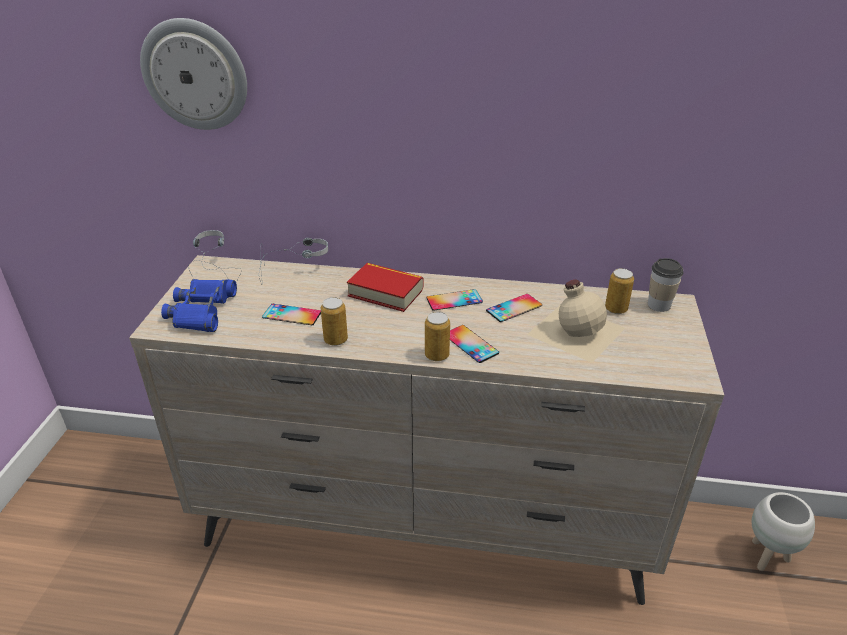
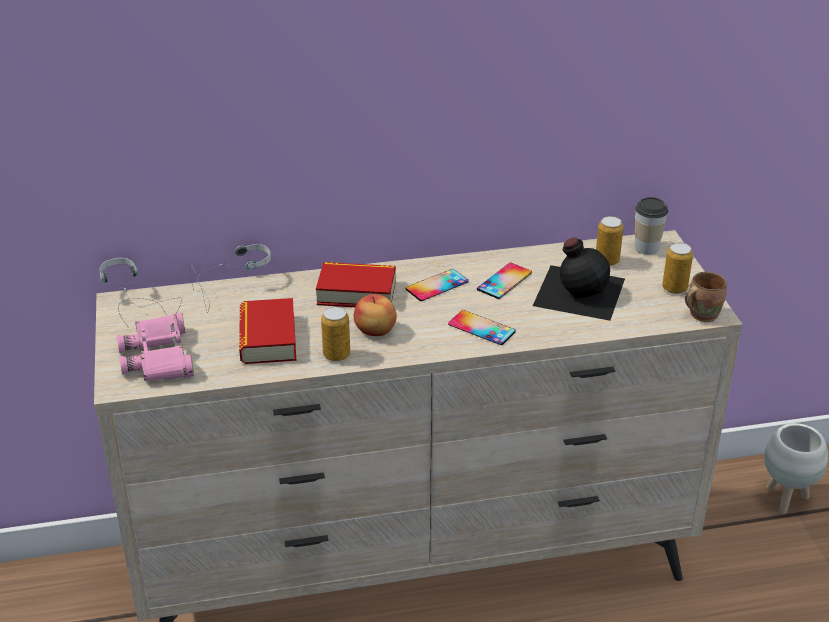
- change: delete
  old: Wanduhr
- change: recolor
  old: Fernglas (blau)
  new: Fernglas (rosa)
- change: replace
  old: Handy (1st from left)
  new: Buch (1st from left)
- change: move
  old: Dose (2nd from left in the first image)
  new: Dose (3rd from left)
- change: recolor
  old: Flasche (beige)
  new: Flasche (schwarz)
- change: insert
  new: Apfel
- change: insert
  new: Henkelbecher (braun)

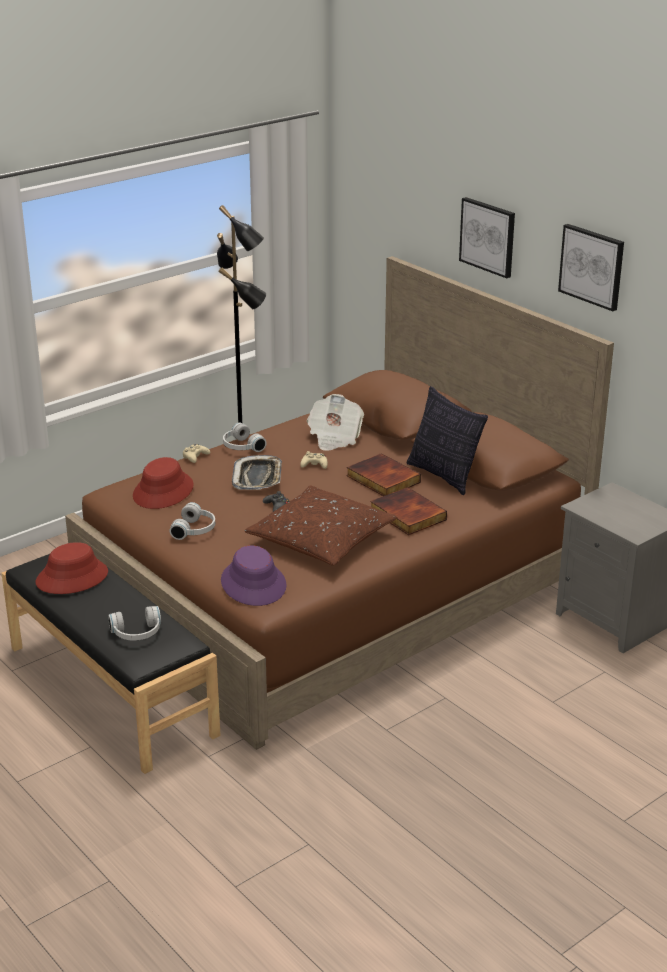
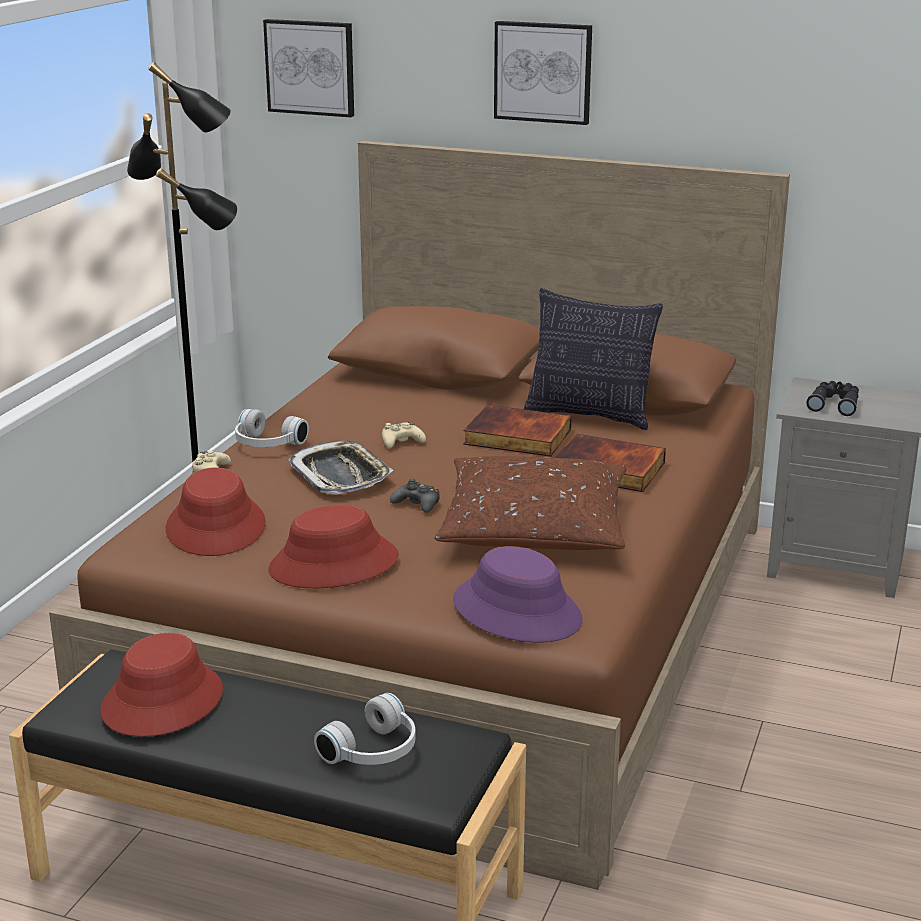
- change: replace
  old: Kopfhörer (weiß) (2nd from left)
  new: Hut (rot) (3rd from left)
- change: delete
  old: Zeitung
- change: move
  old: Bild (2nd from left in the first image)
  new: Bild (1st from left)
- change: insert
  new: Fernglas (schwarz)

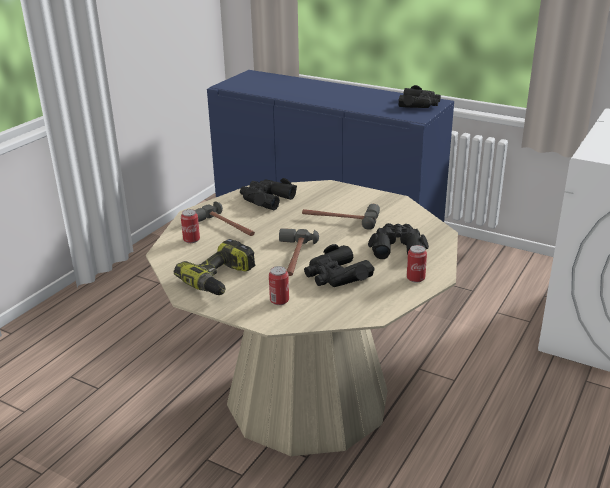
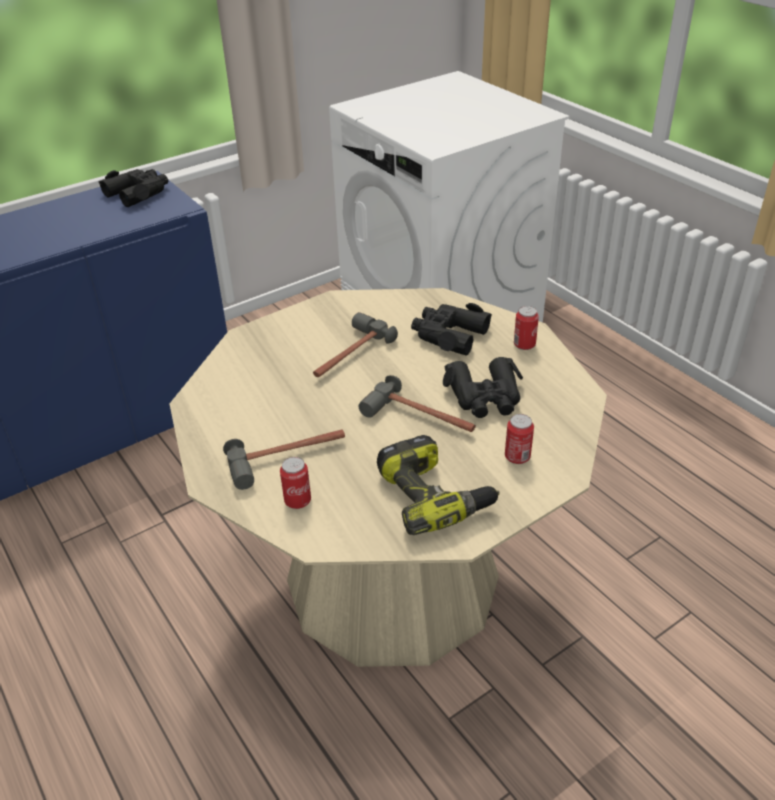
- change: delete
  old: Fernglas (schwarz) (1st from left)

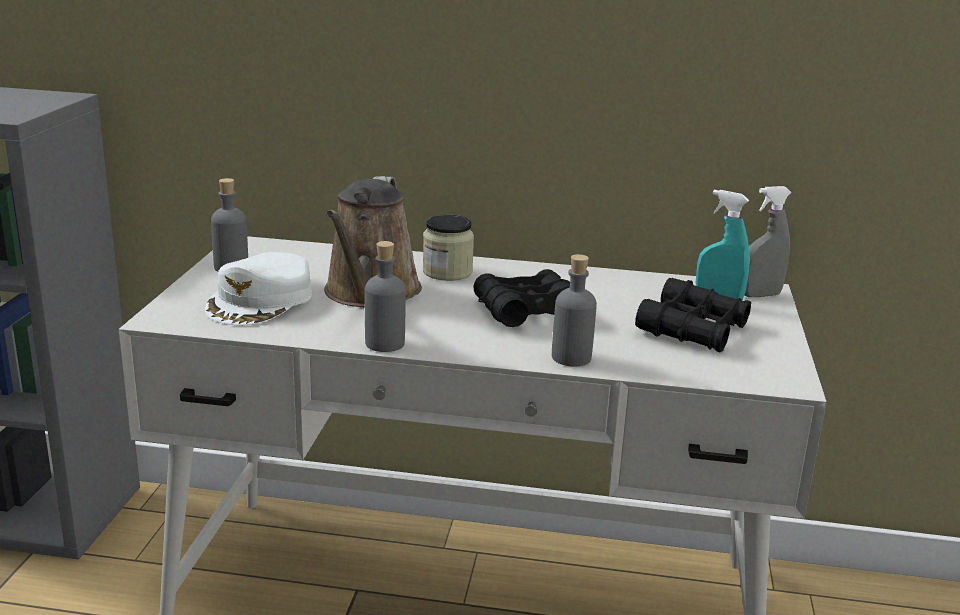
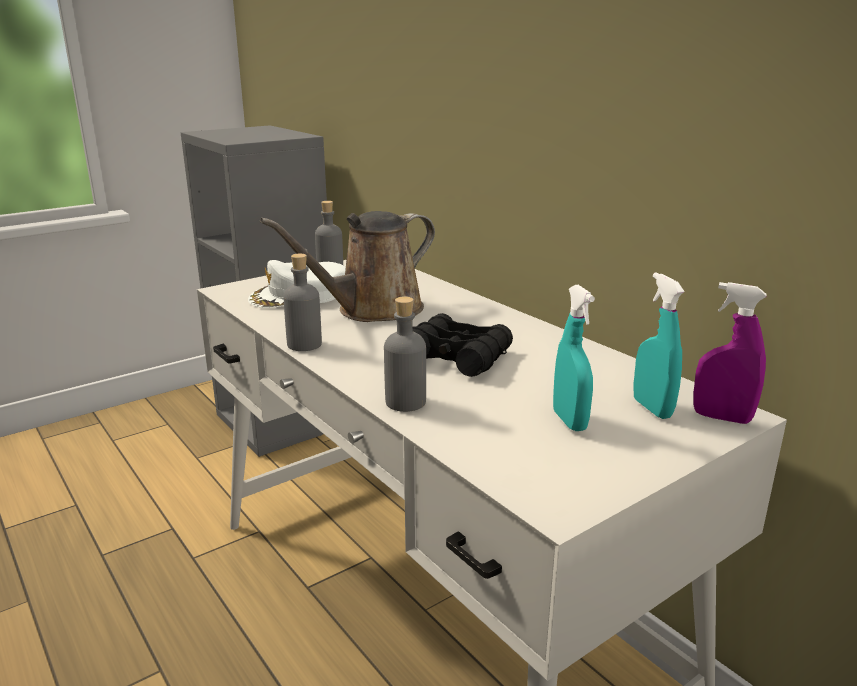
- change: delete
  old: Vorratsglas
- change: replace
  old: Fernglas (schwarz) (2nd from left)
  new: Sprühflasche (türkis) (1st from left)
- change: recolor
  old: Sprühflasche (grau)
  new: Sprühflasche (lila)

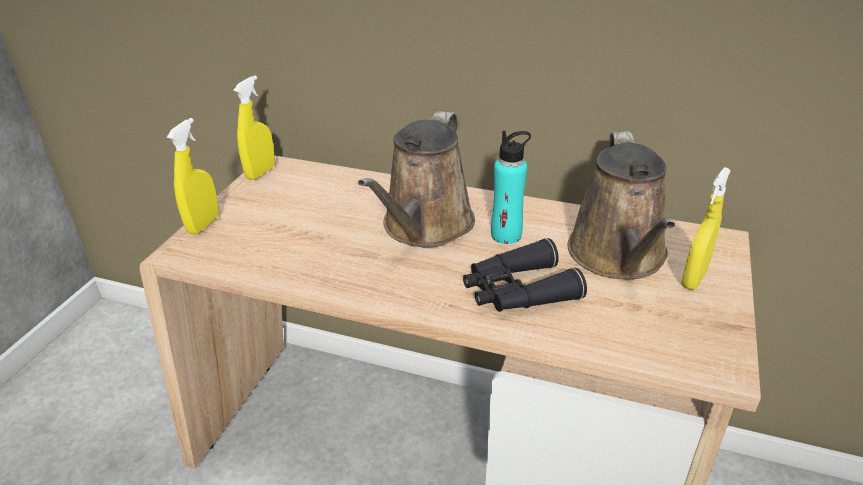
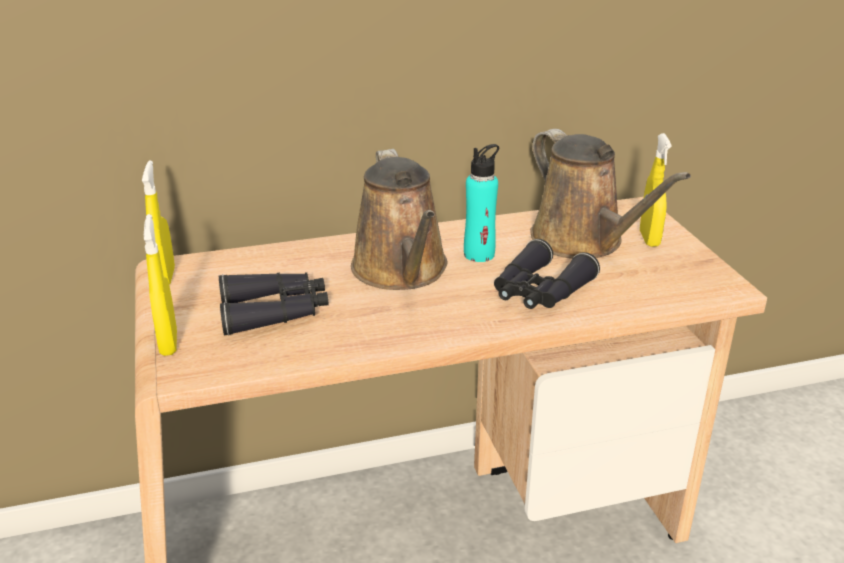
- change: insert
  new: Fernglas (schwarz) (1st from left)

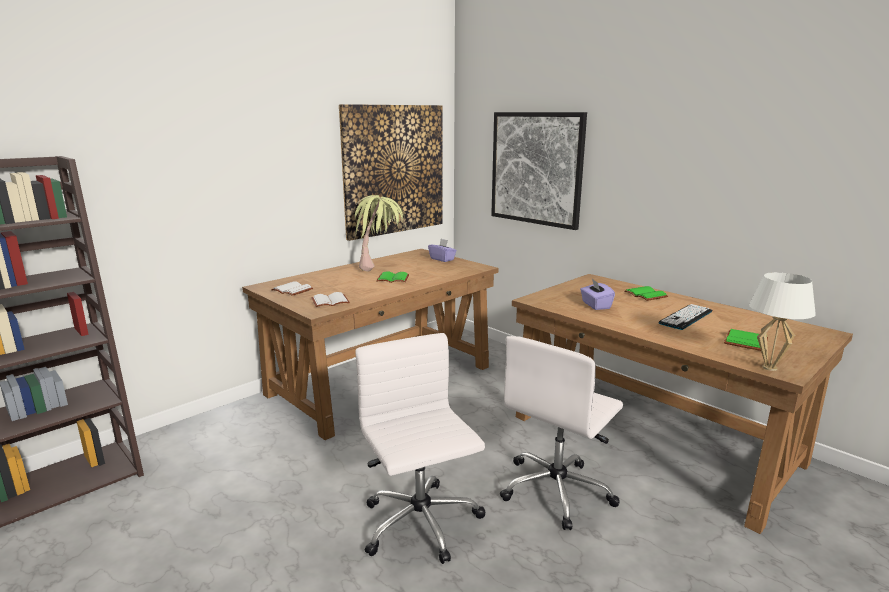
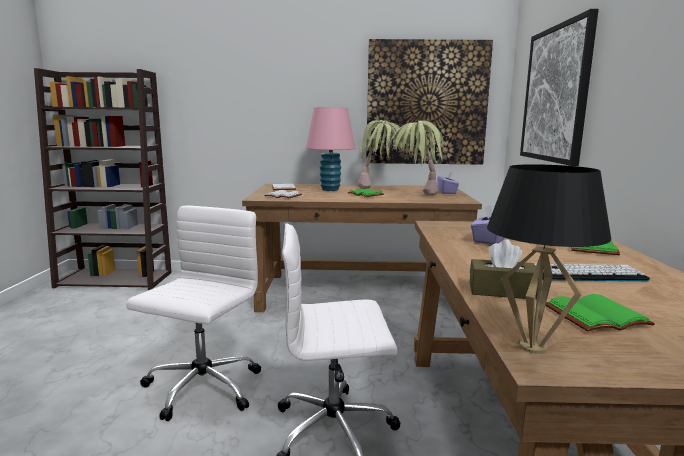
- change: recolor
  old: Tischlampe (weiß)
  new: Tischlampe (schwarz)
- change: insert
  new: Tischlampe (rosa)
- change: insert
  new: Topfpflanze (2nd from left)
- change: insert
  new: Taschentuchbox (braun)

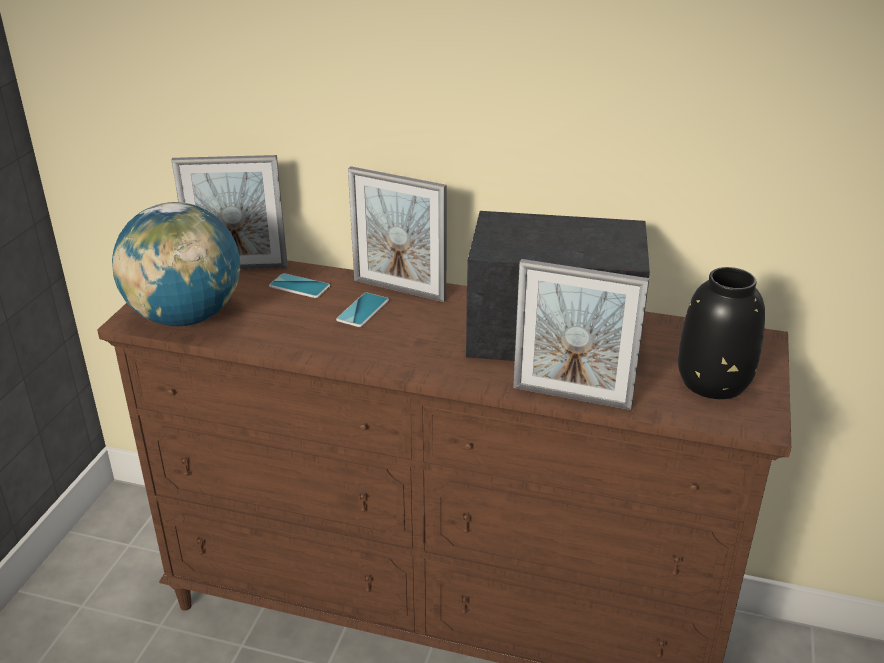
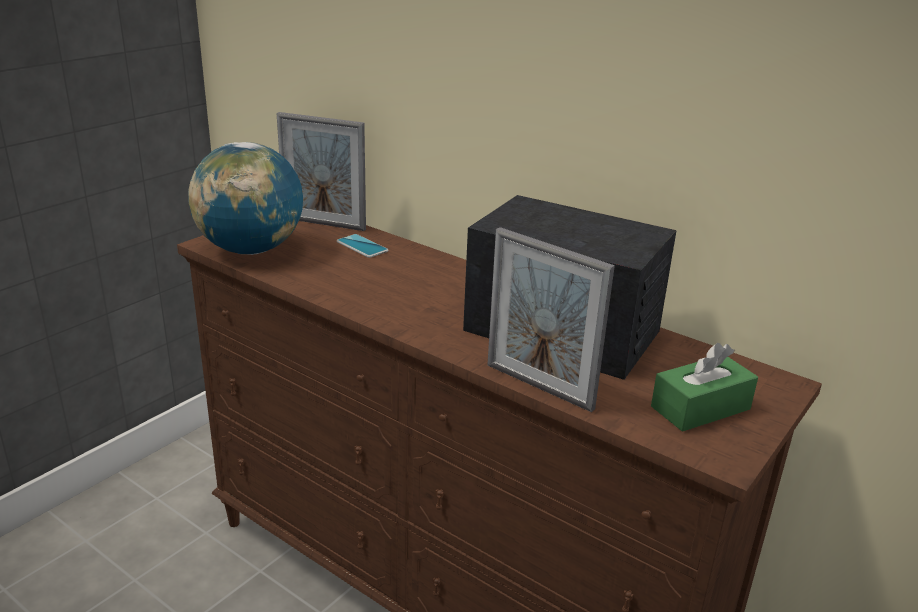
- change: delete
  old: Handy (2nd from left)
- change: delete
  old: Bilderrahmen (2nd from left)
- change: replace
  old: Vase (schwarz)
  new: Taschentuchbox (grün)

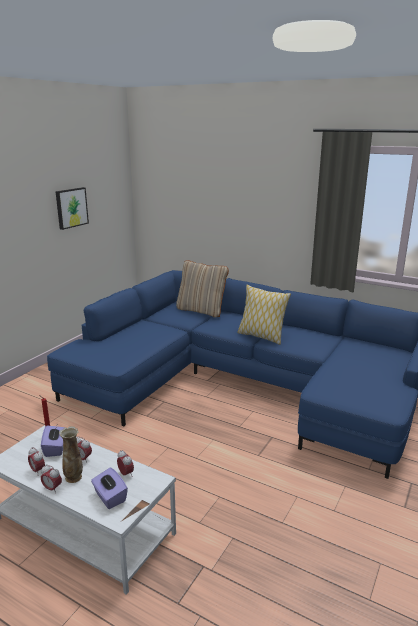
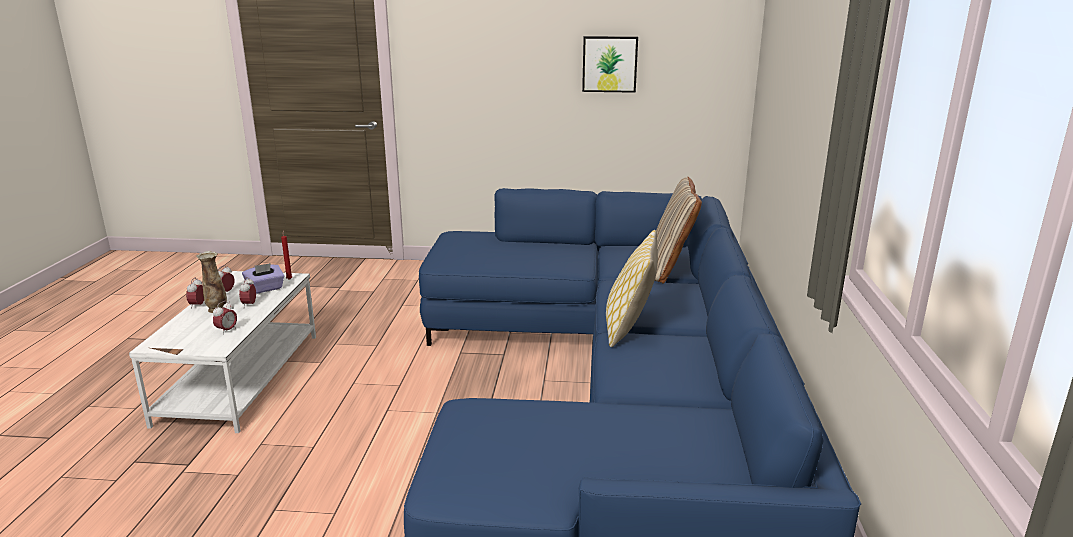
- change: delete
  old: Taschentuchbox (lila) (2nd from left)

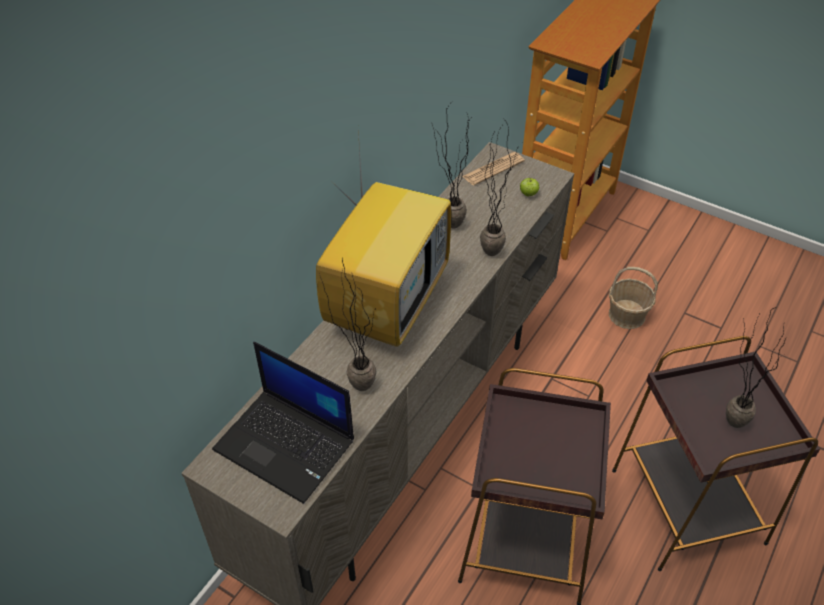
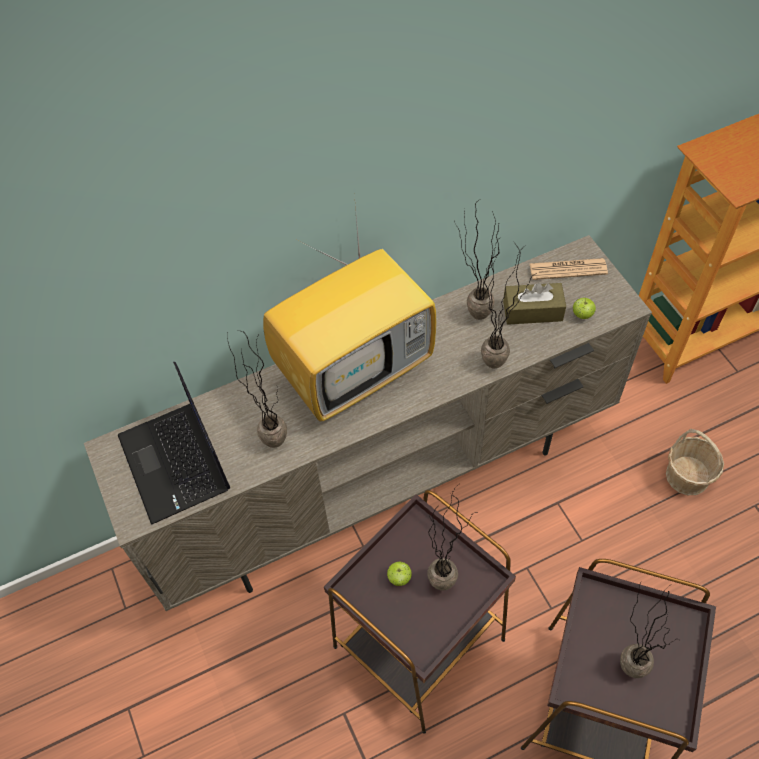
- change: insert
  new: Apfel (1st from left)
- change: insert
  new: Topfpflanze (2nd from left)
- change: insert
  new: Taschentuchbox (braun)

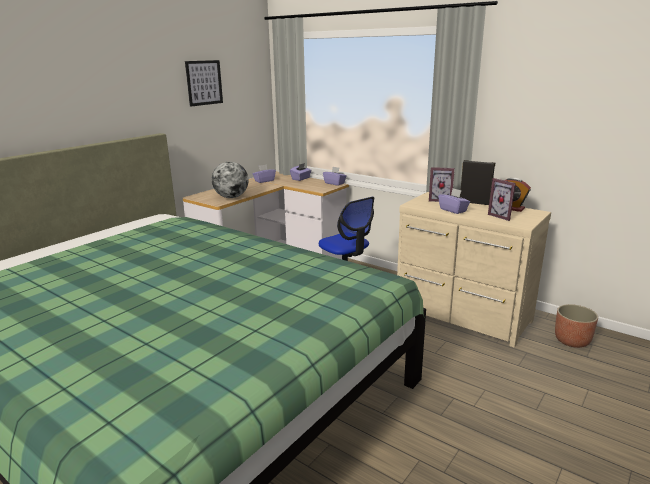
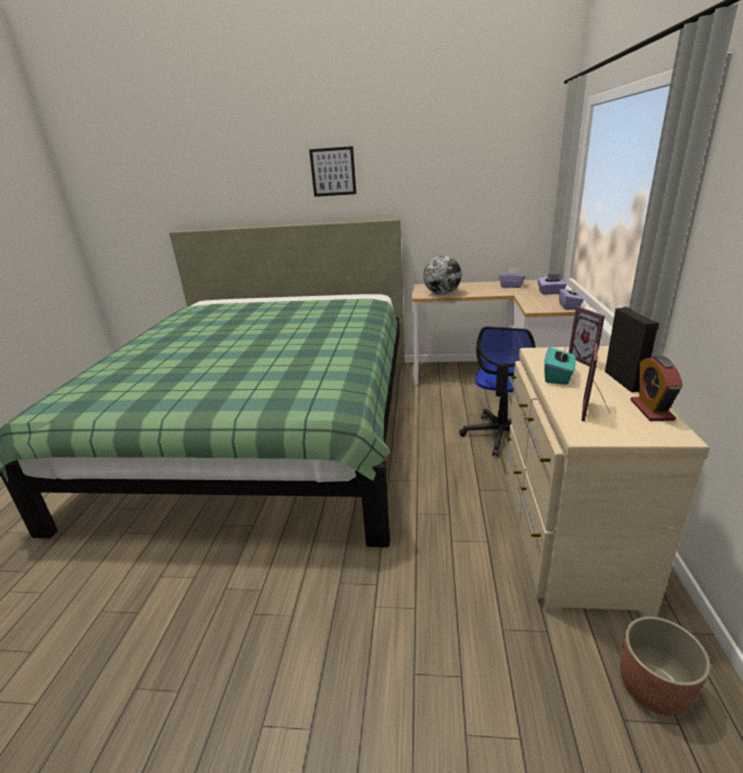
- change: move
  old: Bild
- change: recolor
  old: Taschentuchbox (lila) (4th from left)
  new: Taschentuchbox (türkis)

